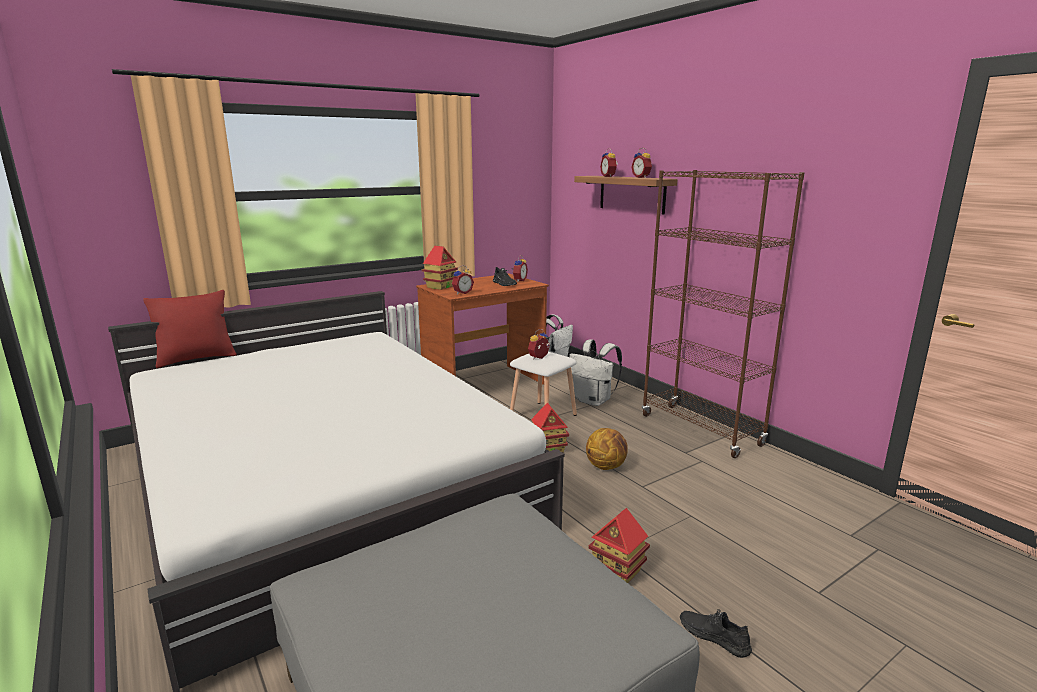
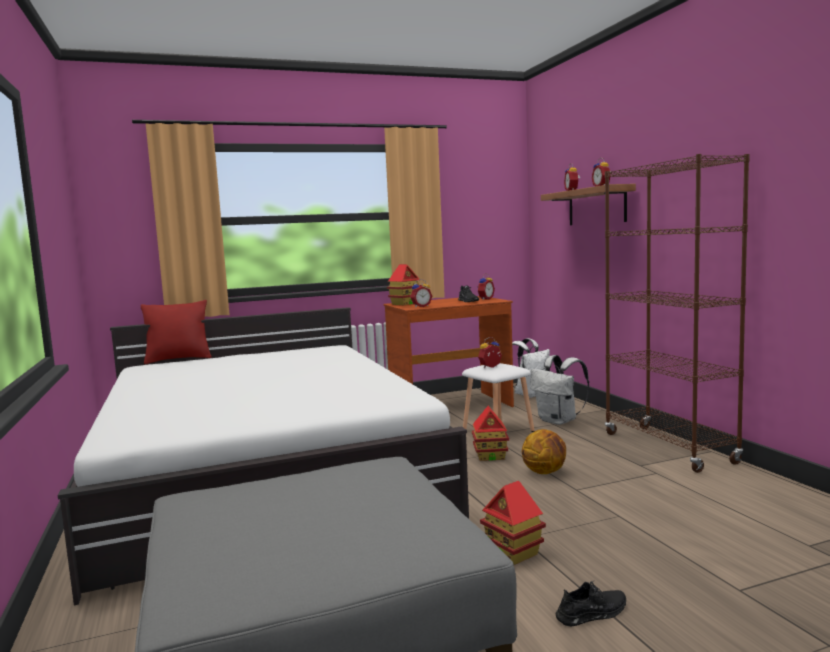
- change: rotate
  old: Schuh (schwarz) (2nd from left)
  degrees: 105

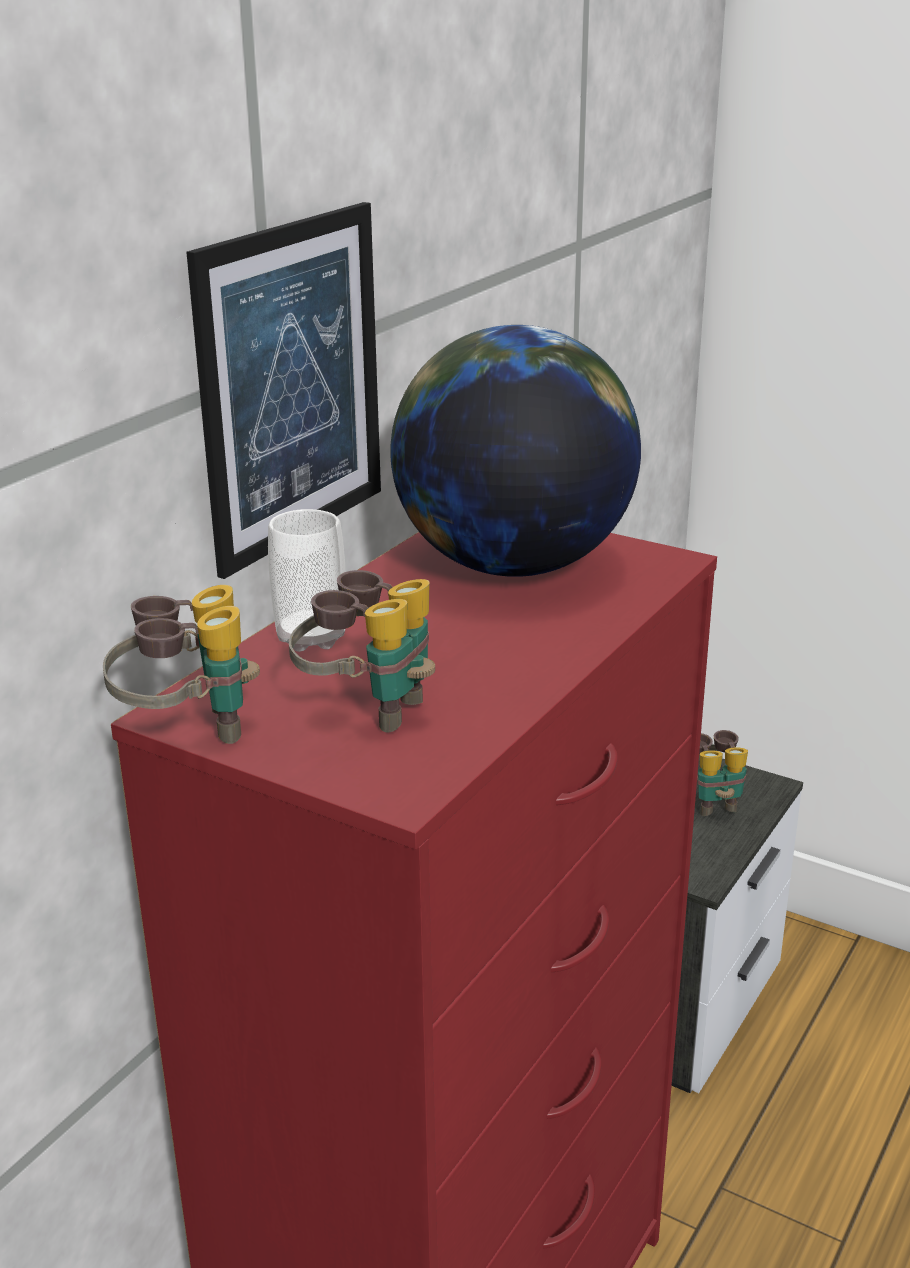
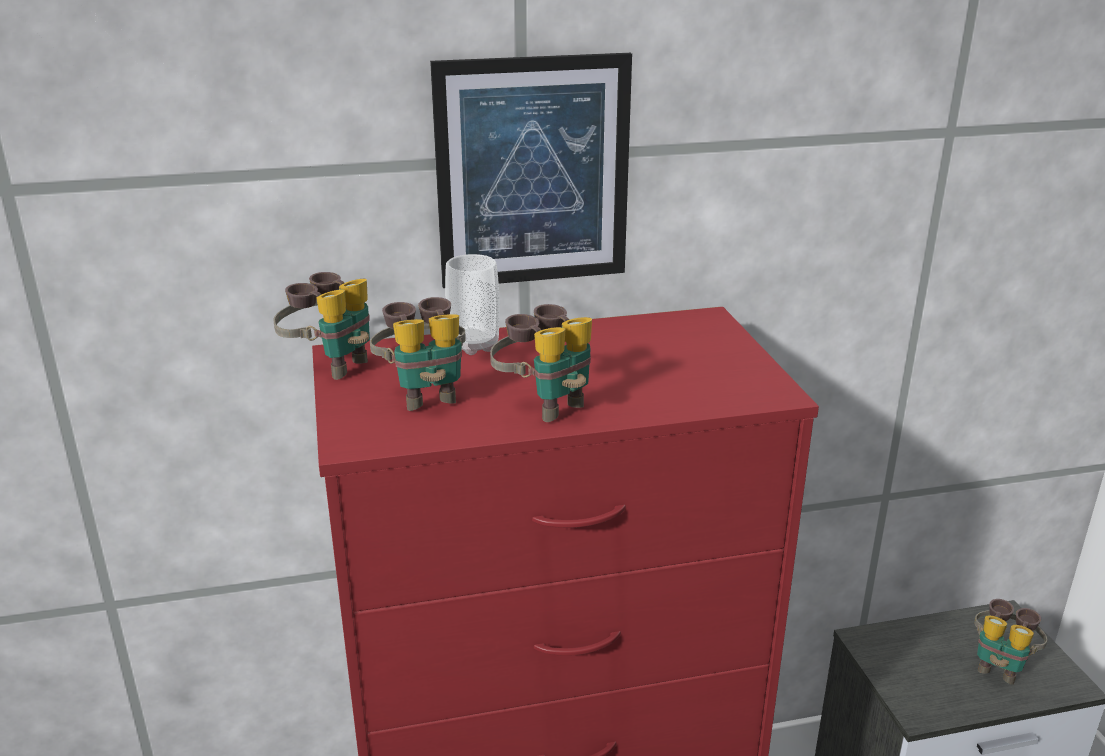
- change: delete
  old: Globus
- change: insert
  new: Fernglas (3rd from left)

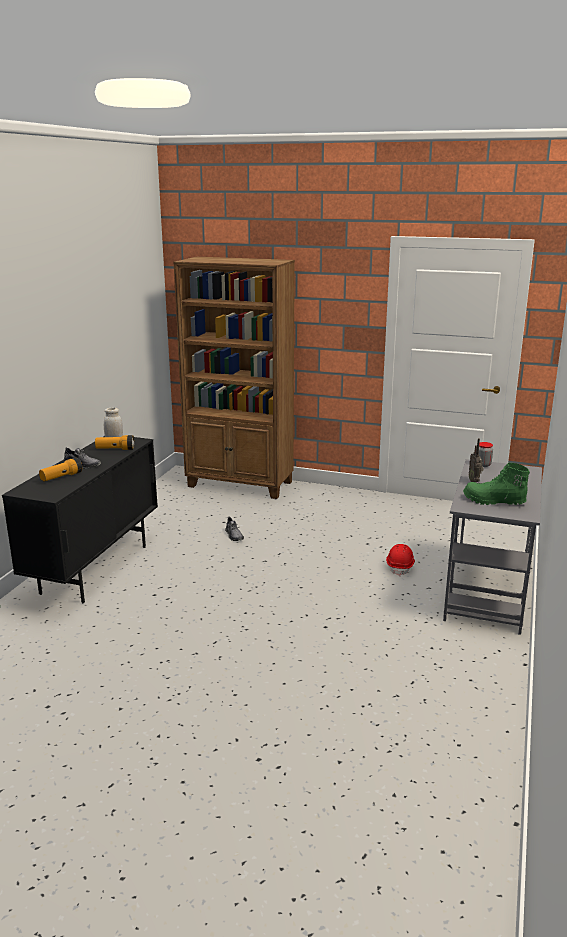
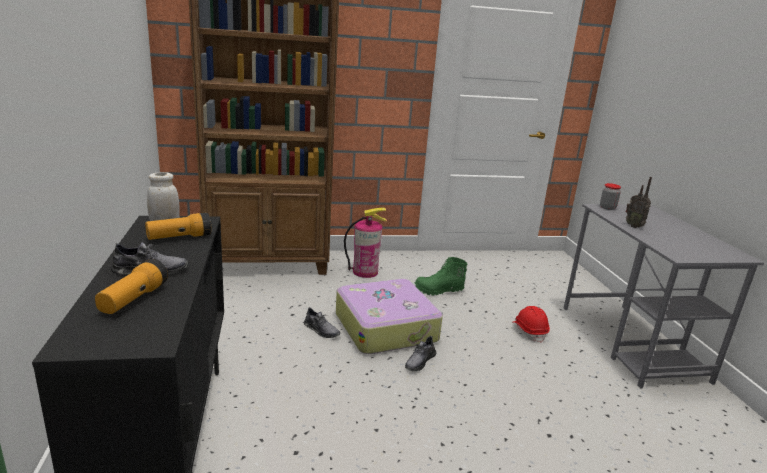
- change: move
  old: Stiefel (grün)
- change: insert
  new: Koffer
- change: insert
  new: Feuerlöscher
- change: insert
  new: Schuh (grau) (3rd from left)

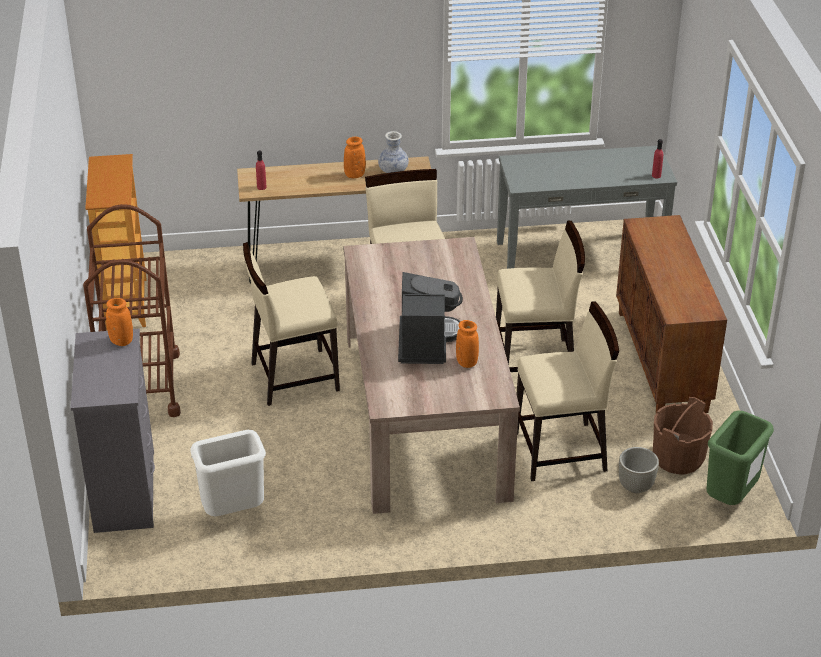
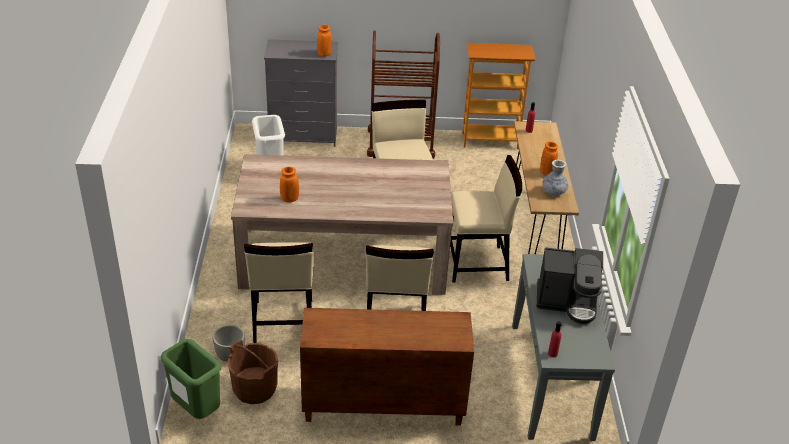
- change: move
  old: Kaffeemaschine

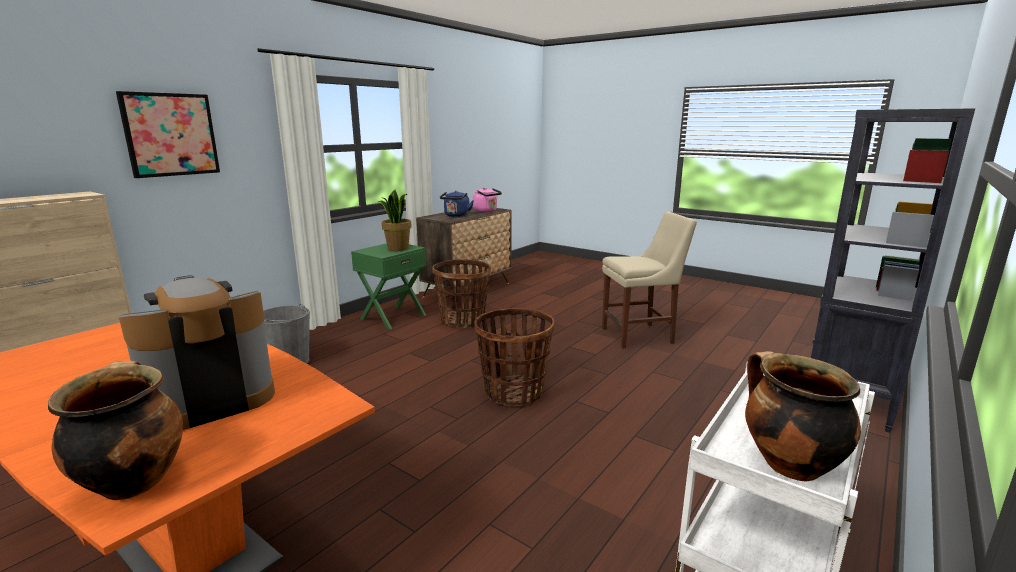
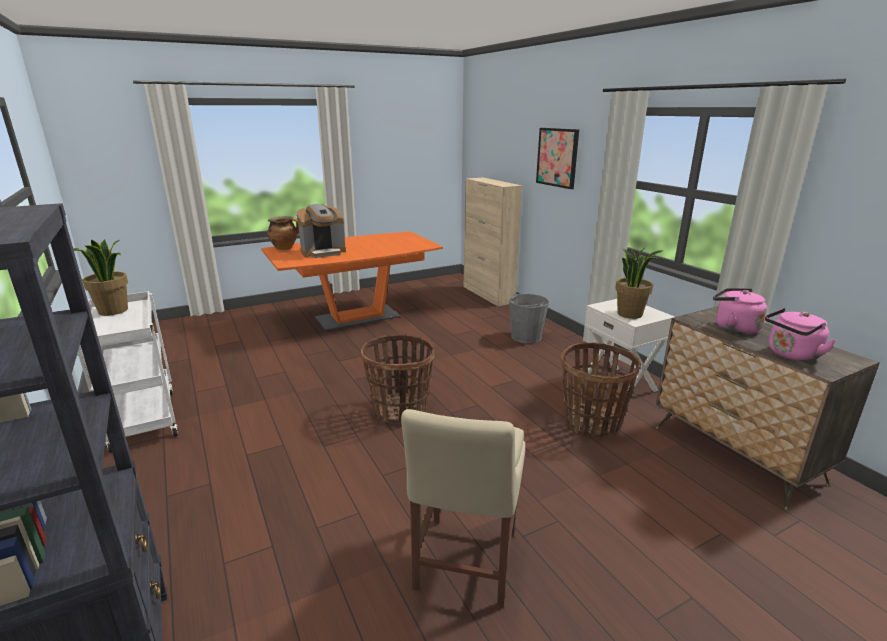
- change: rotate
  old: Kaffeemaschine
  degrees: 75
- change: recolor
  old: Nachttisch (grün)
  new: Nachttisch (weiß)
- change: recolor
  old: Wasserkessel (blau)
  new: Wasserkessel (rosa) (1st from left)
- change: replace
  old: Kochtopf (2nd from left)
  new: Topfpflanze (1st from left)

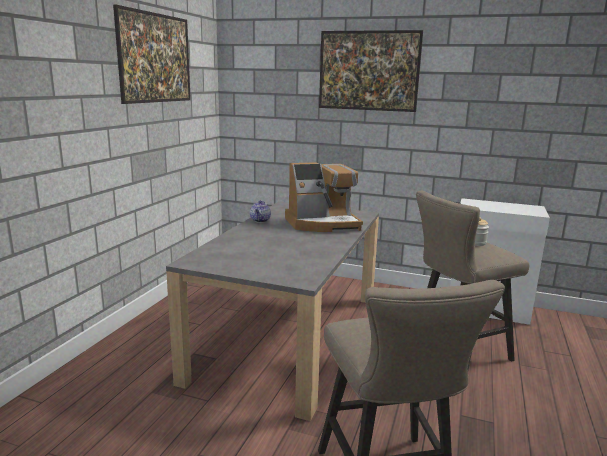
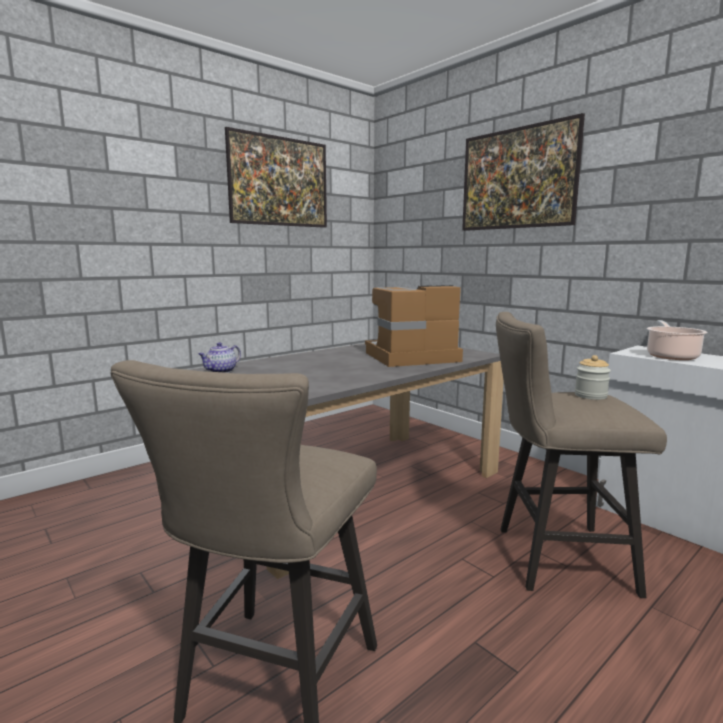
- change: move
  old: Teekanne
- change: rotate
  old: Kaffeemaschine
  degrees: 150
- change: insert
  new: Kochtopf

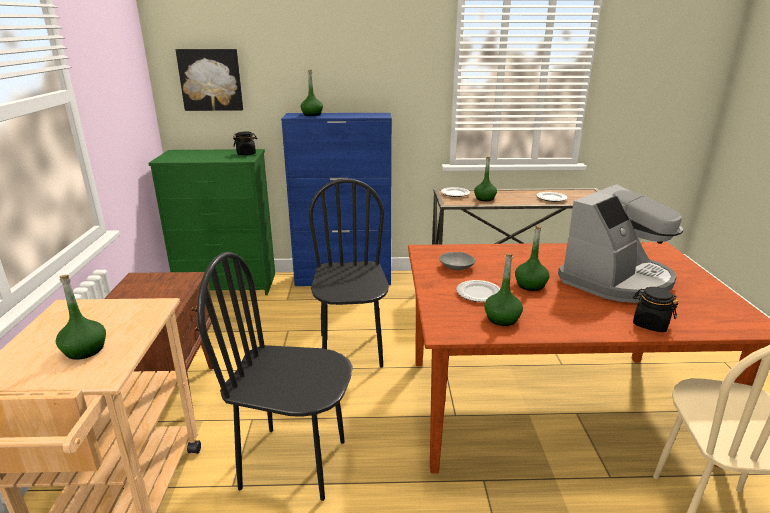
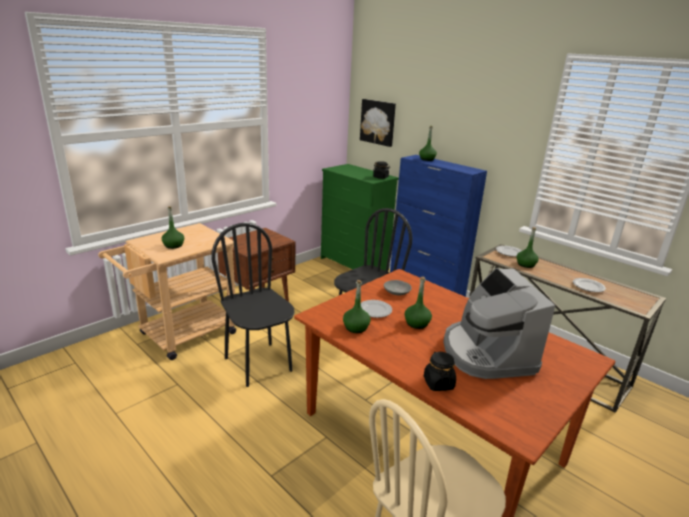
- change: rotate
  old: Kaffeemaschine
  degrees: 75

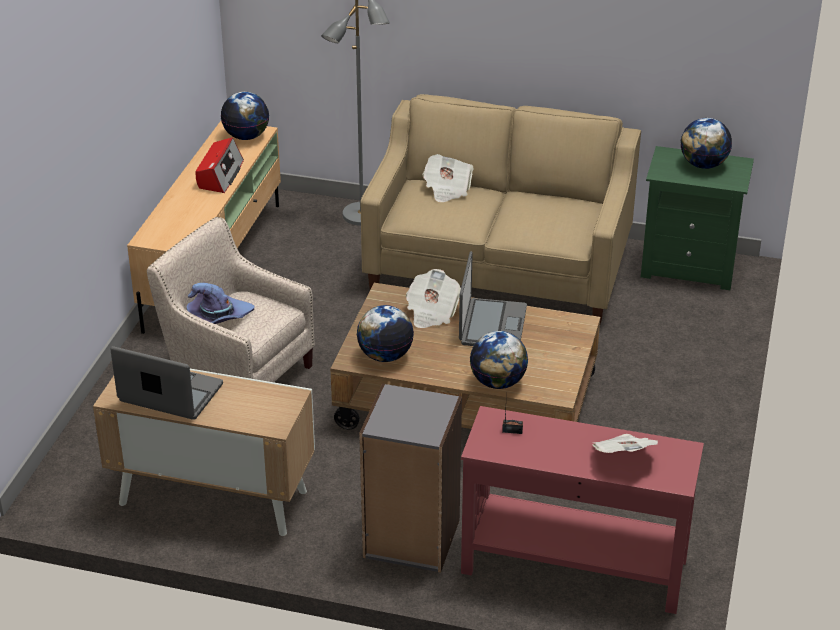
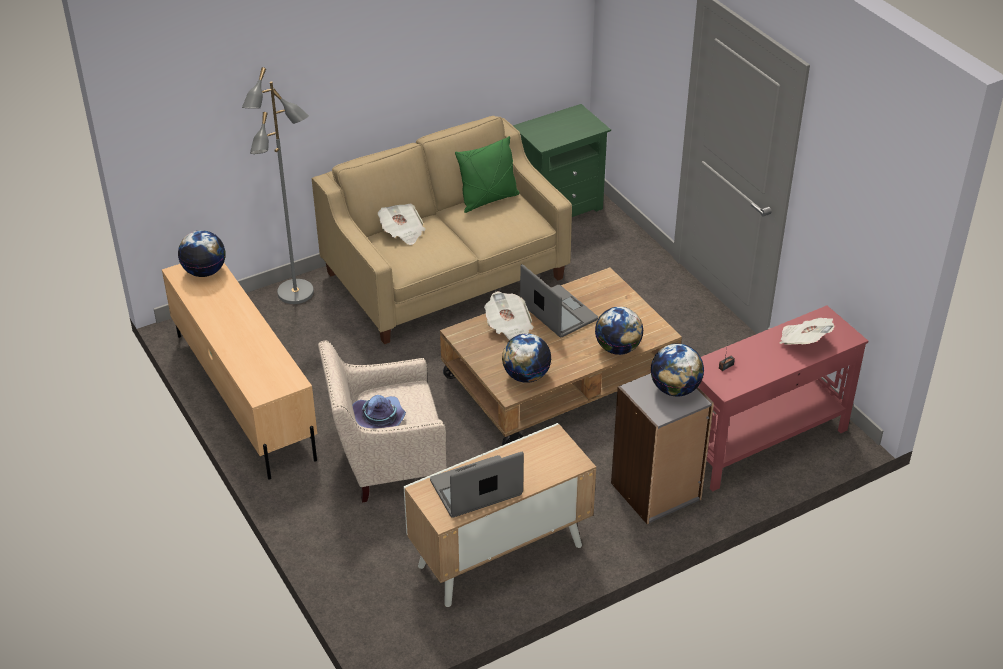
- change: delete
  old: Radio (1st from left)
- change: move
  old: Globus (4th from left)
- change: insert
  new: Kissen (grün)

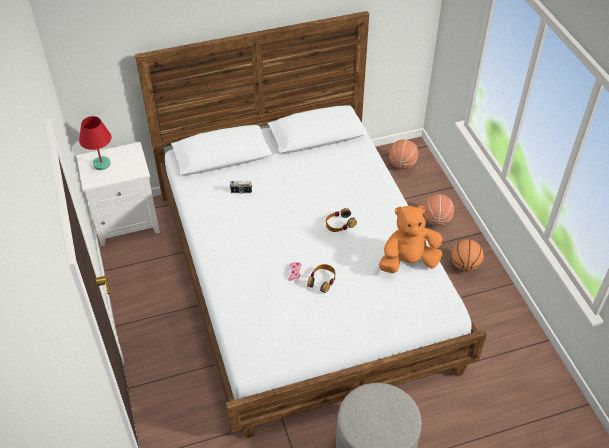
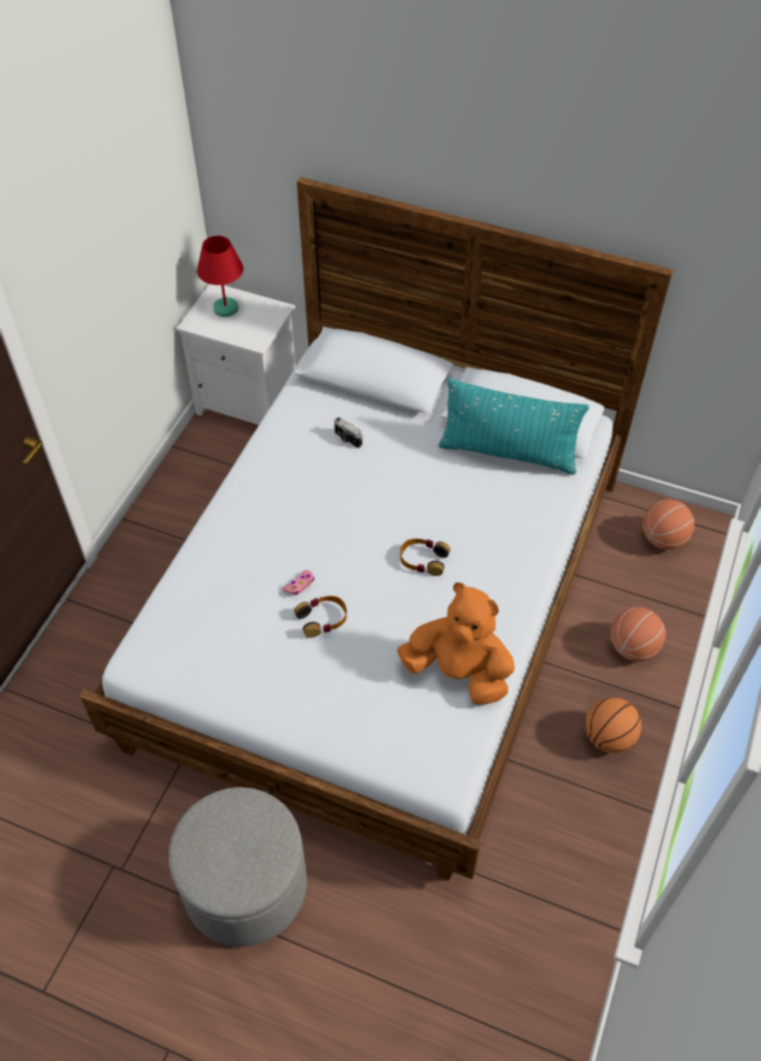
- change: insert
  new: Kissen (türkis)

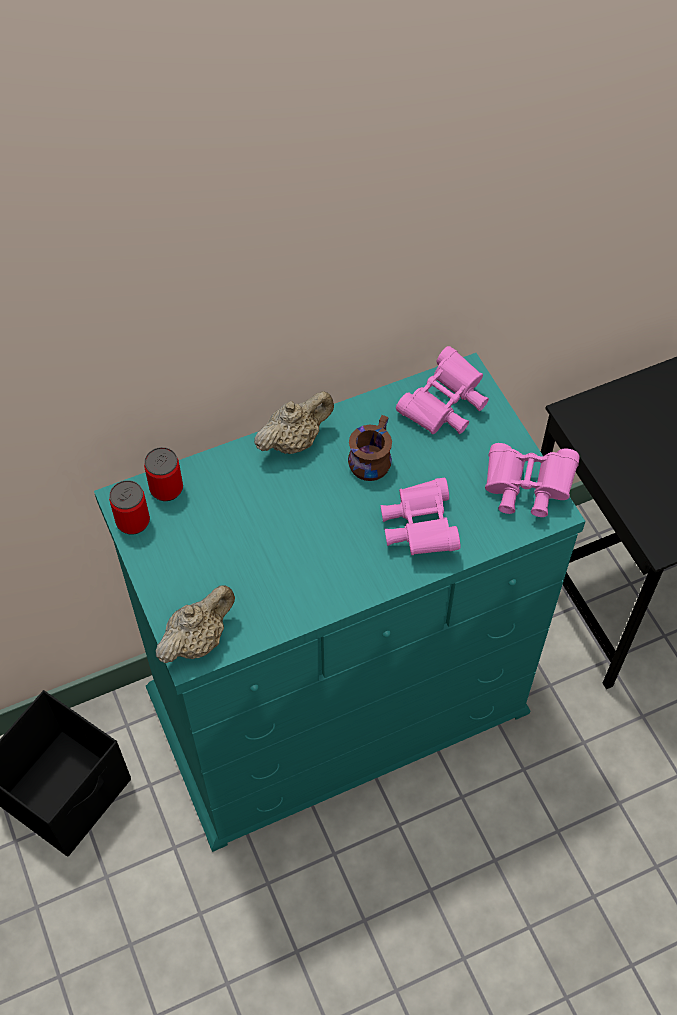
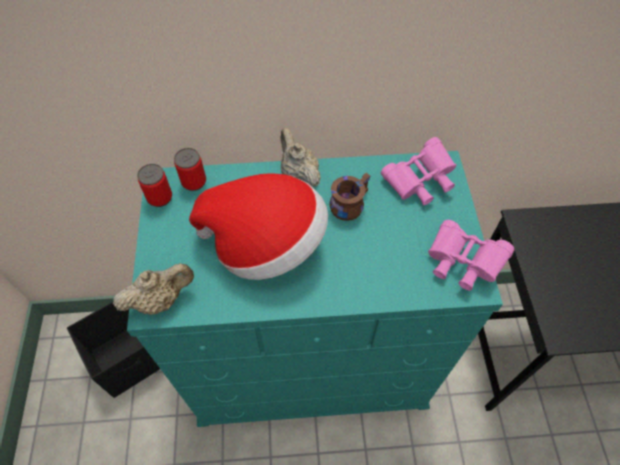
- change: rotate
  old: Teekanne (beige) (2nd from left)
  degrees: -105
- change: delete
  old: Fernglas (rosa) (1st from left)
- change: insert
  new: Hut

